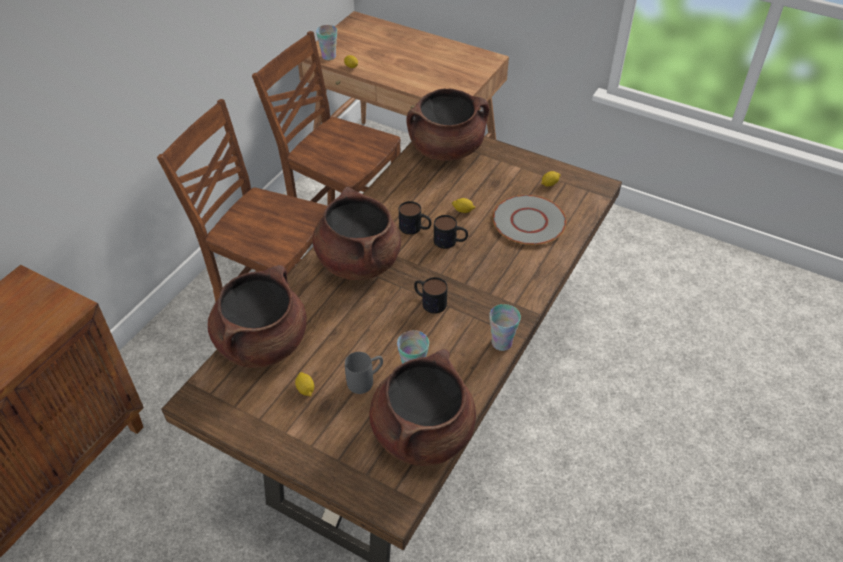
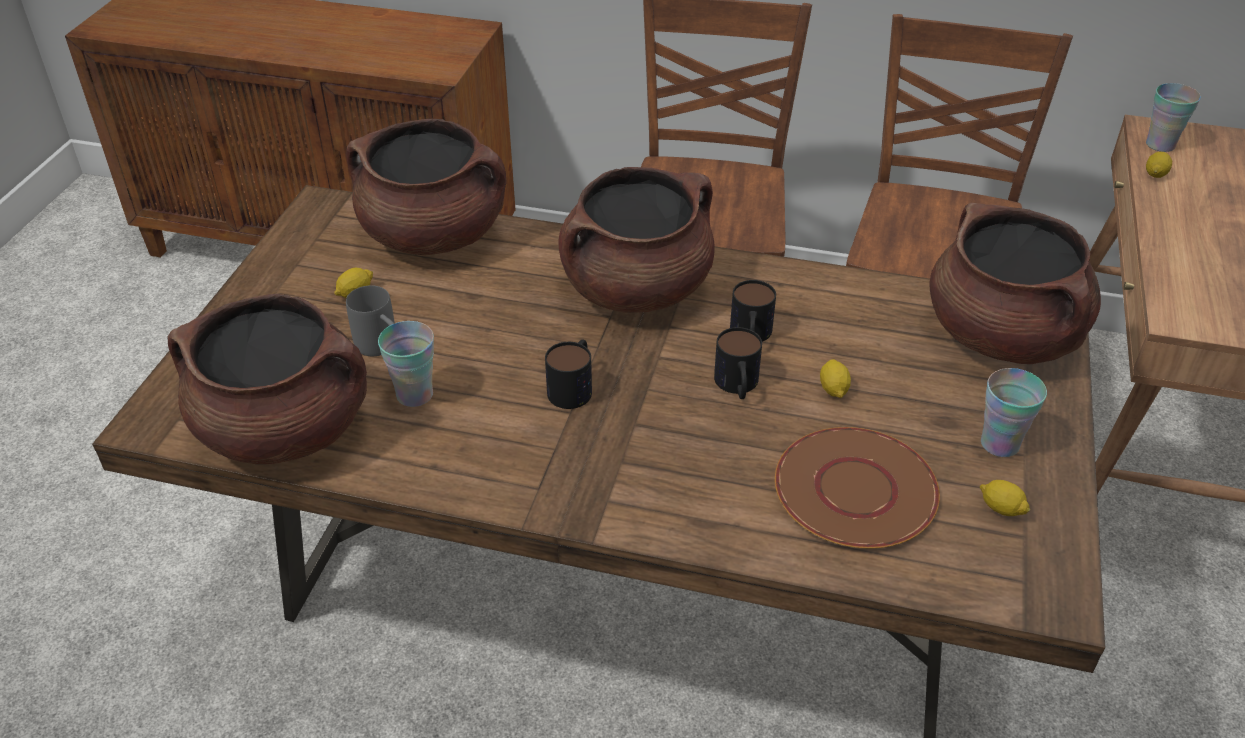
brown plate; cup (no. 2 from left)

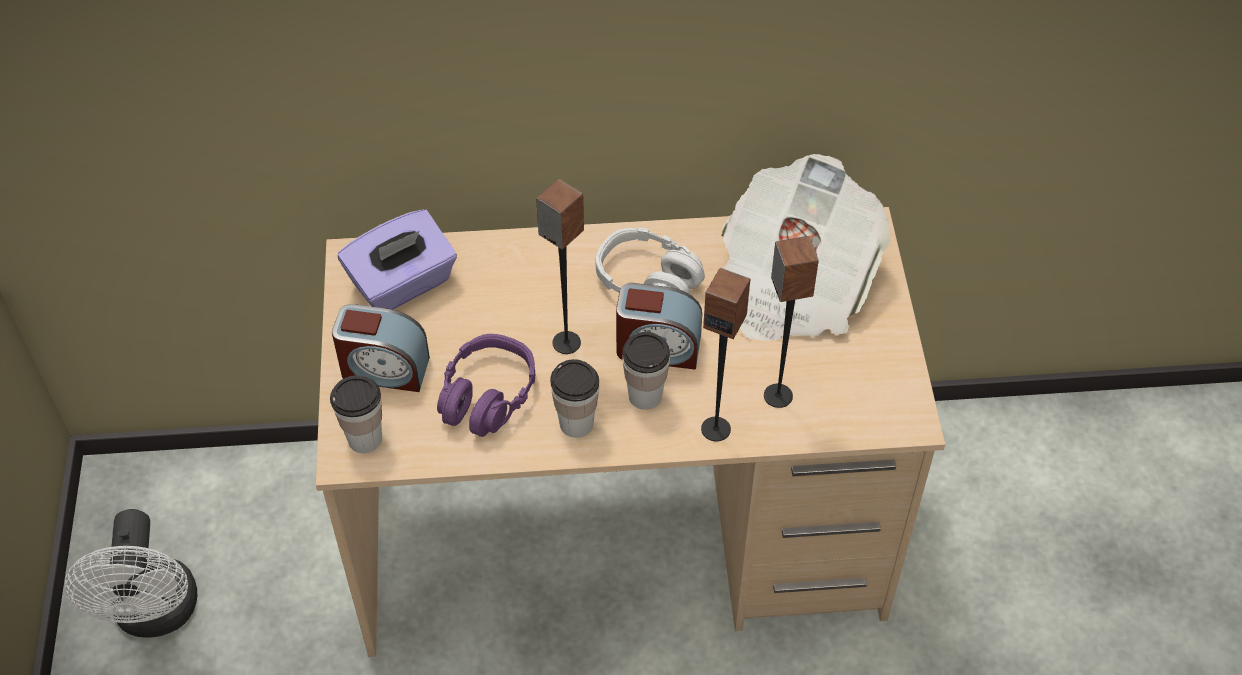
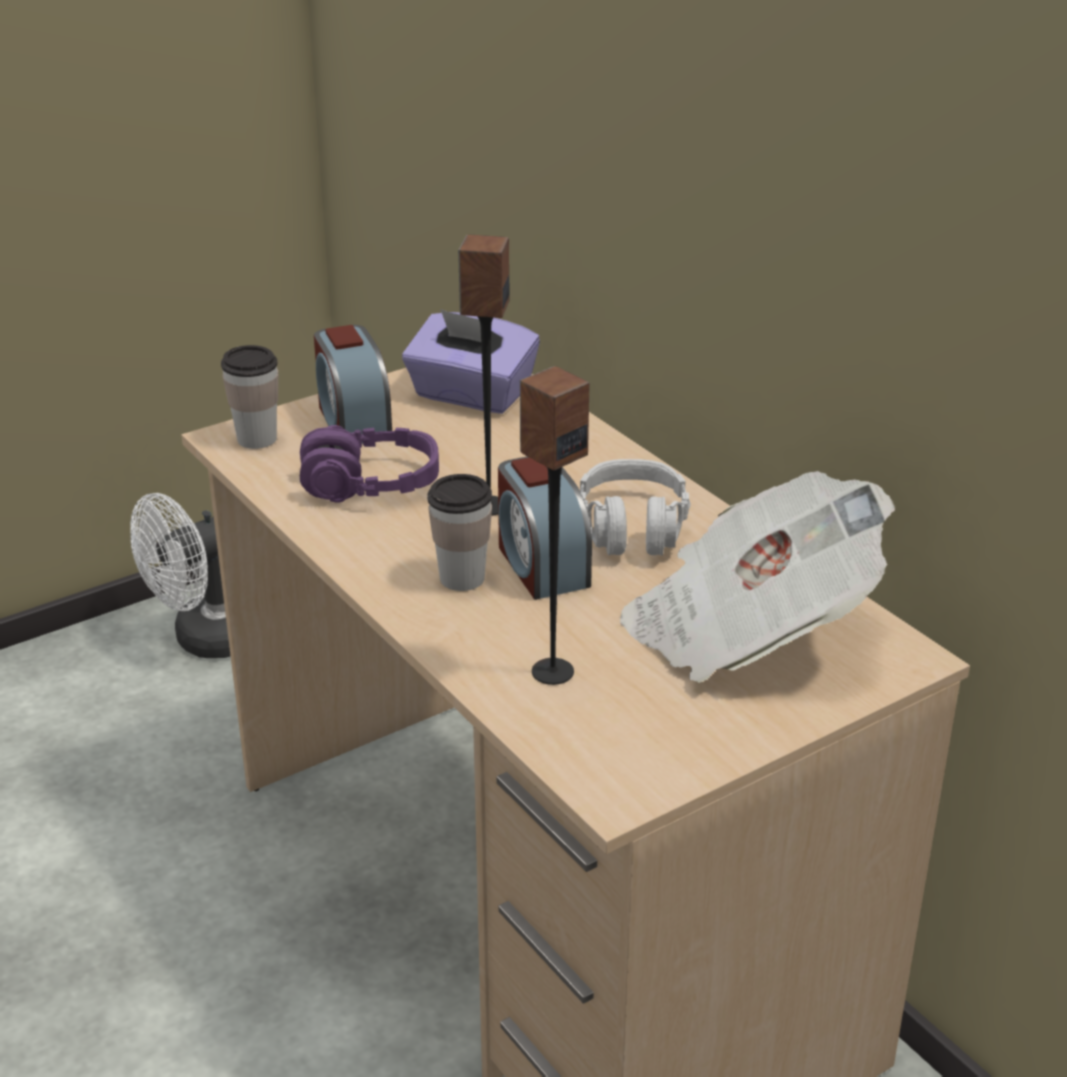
cup (no. 2 from left in the first image); speaker (no. 2 from left in the first image)

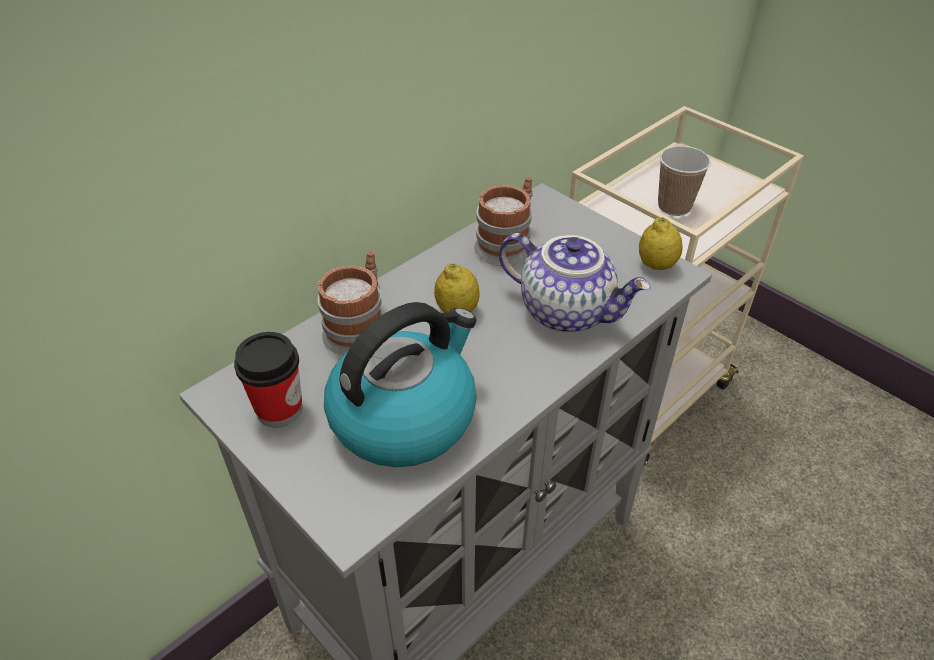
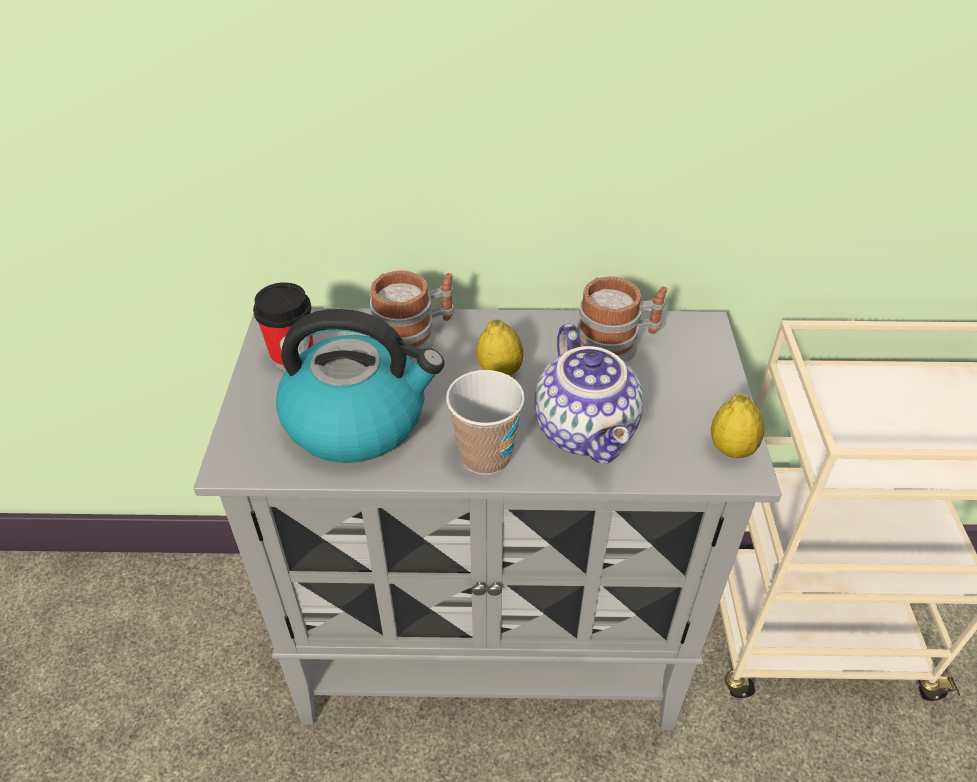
cup (no. 2 from left)

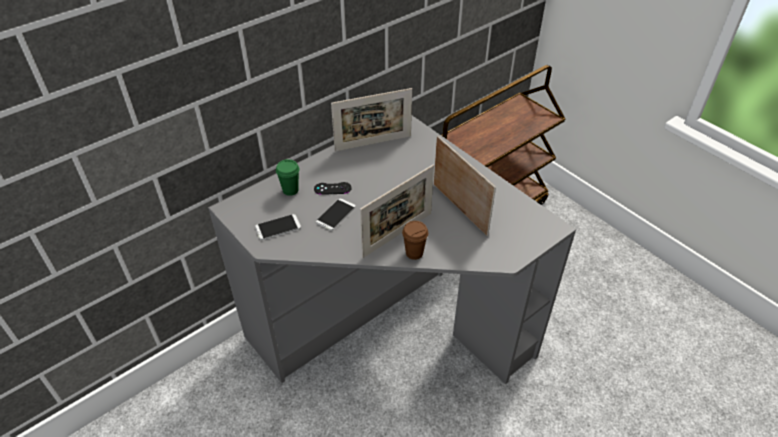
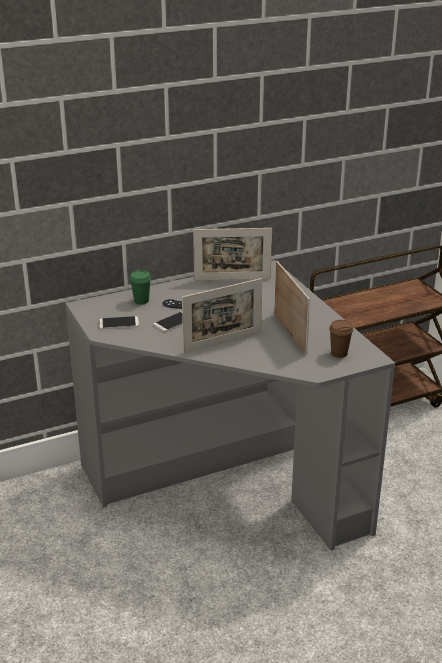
brown cup

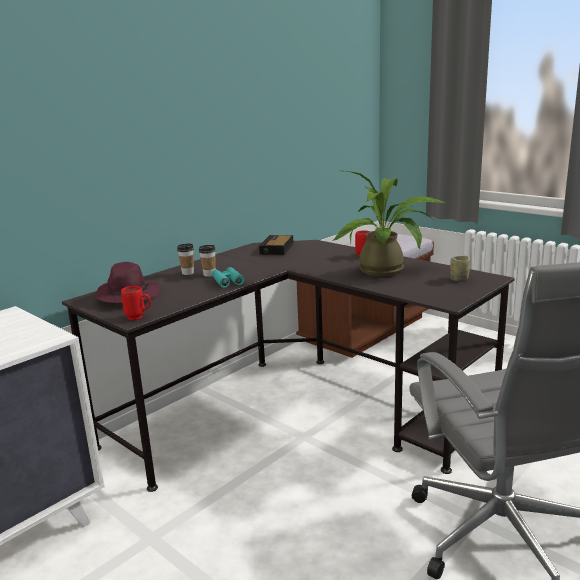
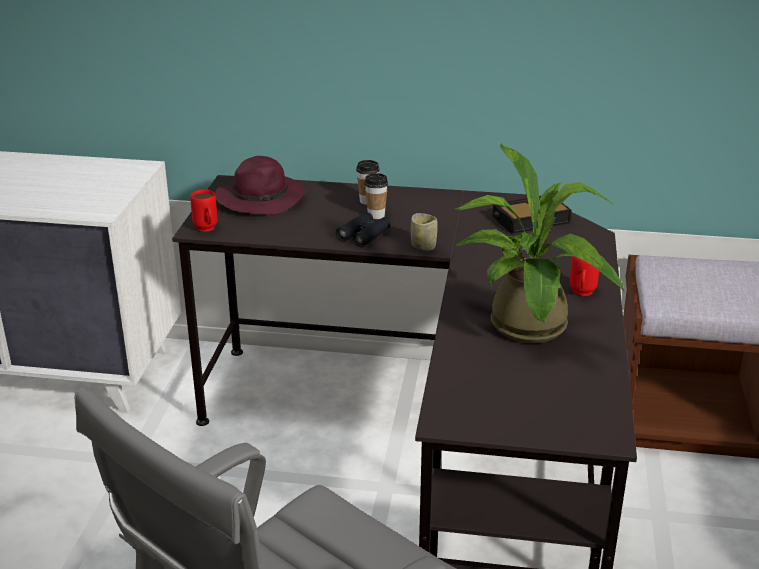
black binoculars; cup (no. 3 from left)

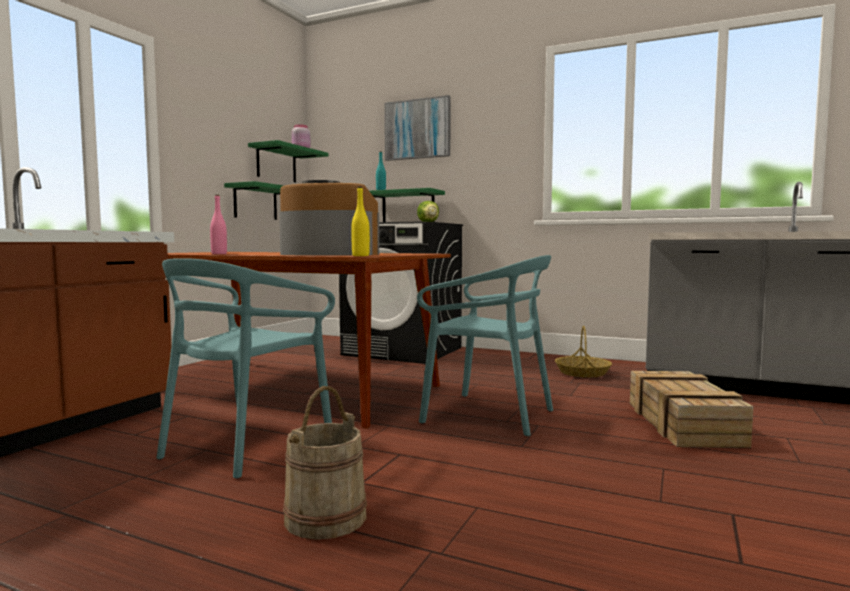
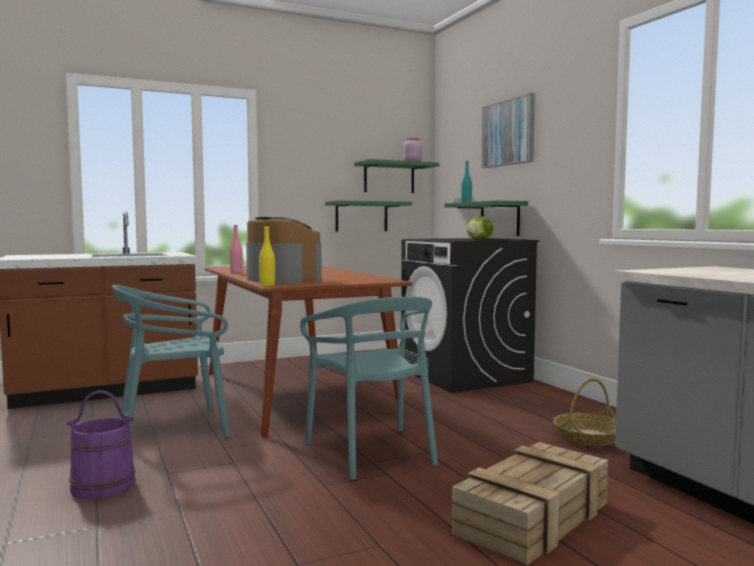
purple bucket

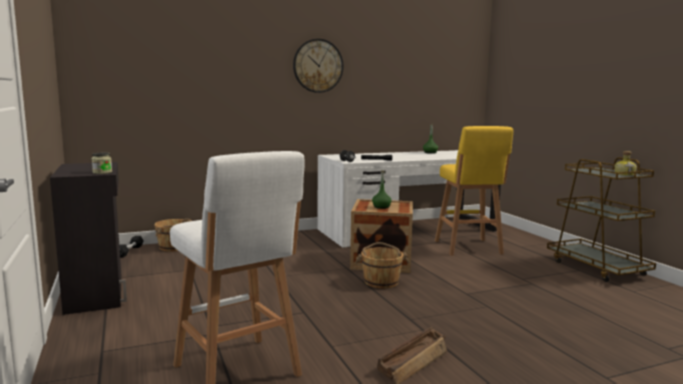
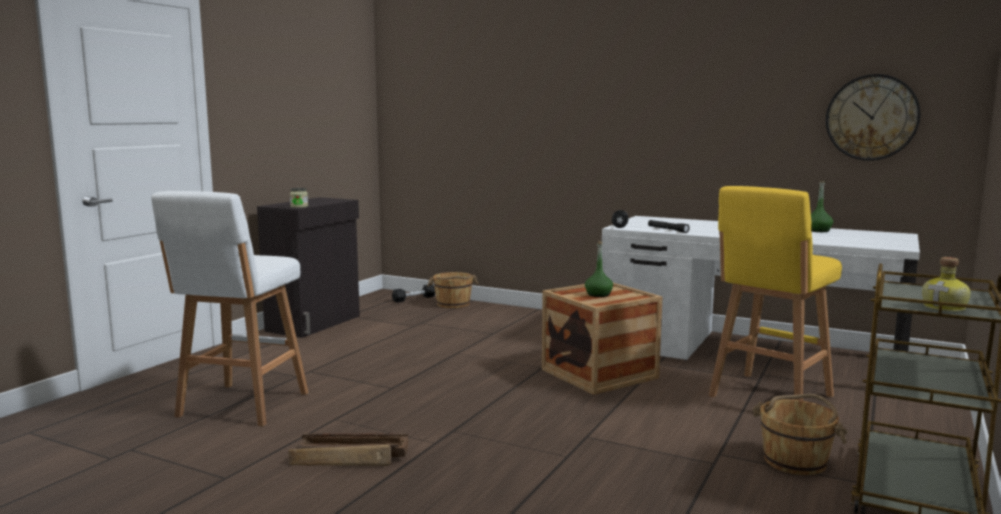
brown bucket (no. 2 from left); wall clock

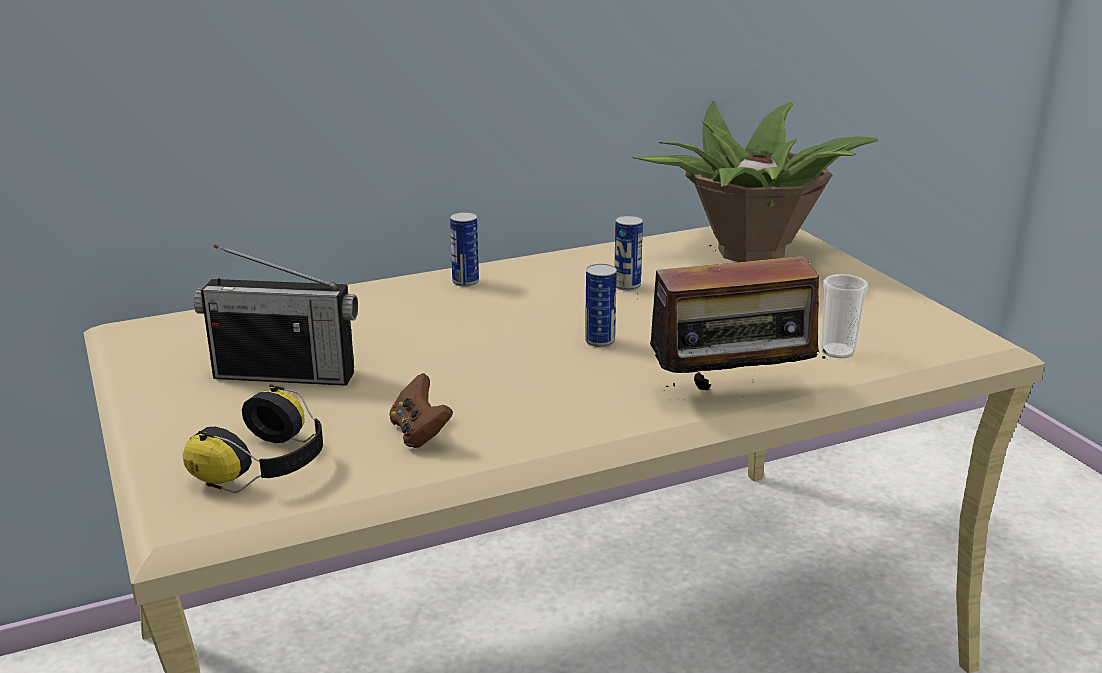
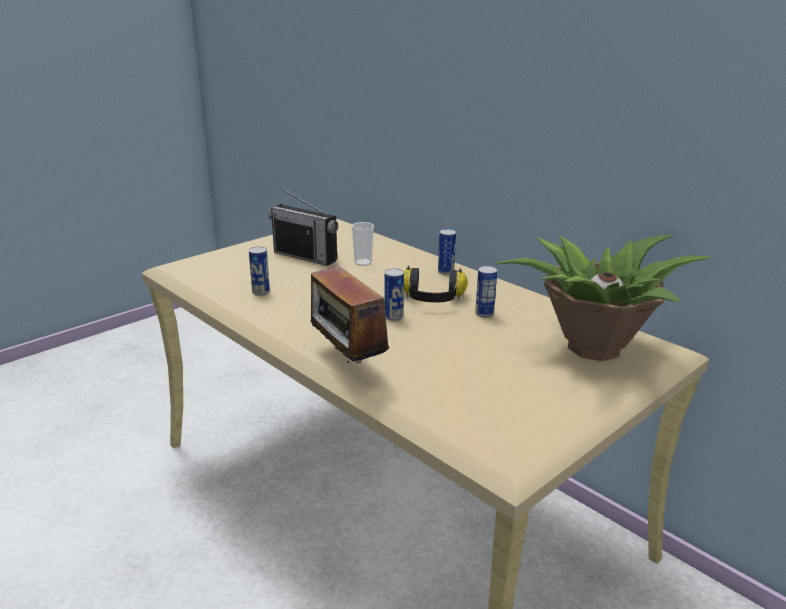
can (no. 1 from left); radio (no. 1 from left); cup; headphones

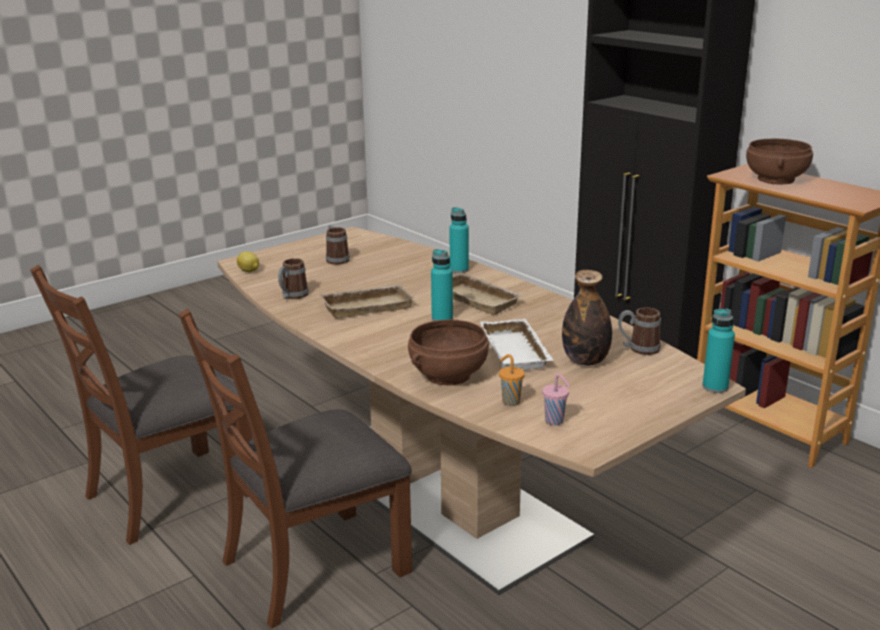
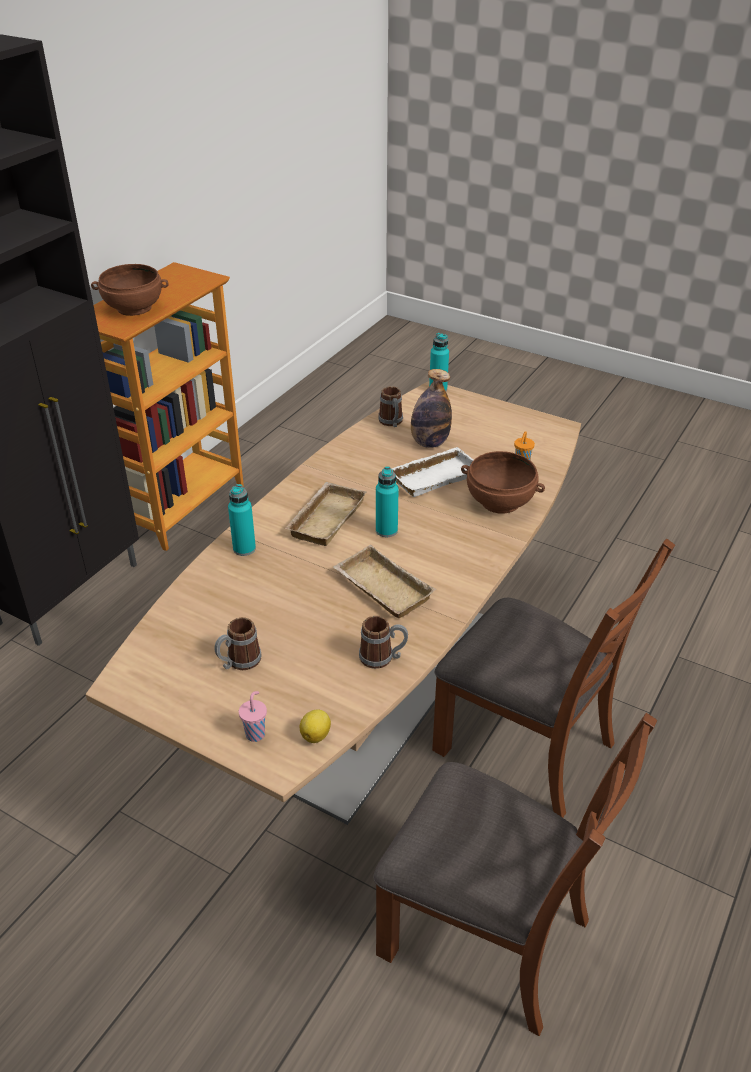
pink cup

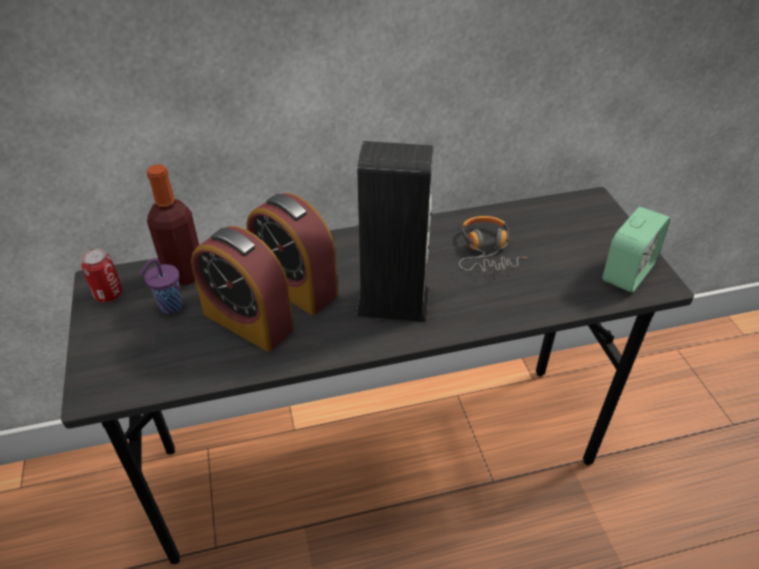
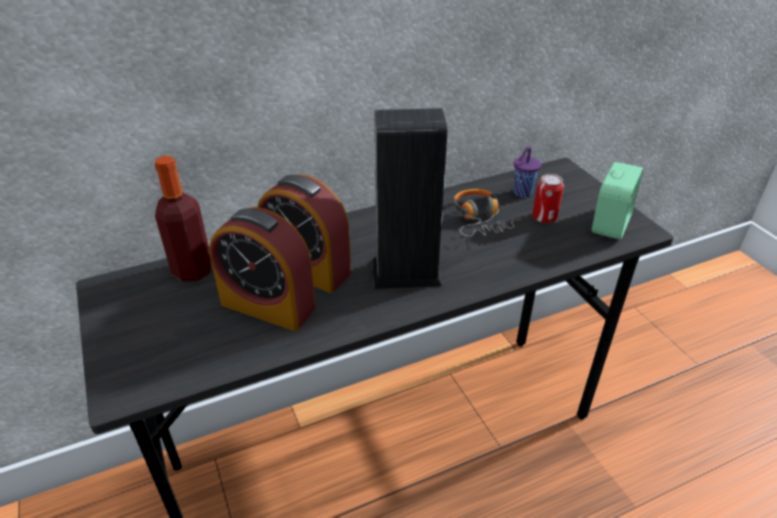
purple cup; can

